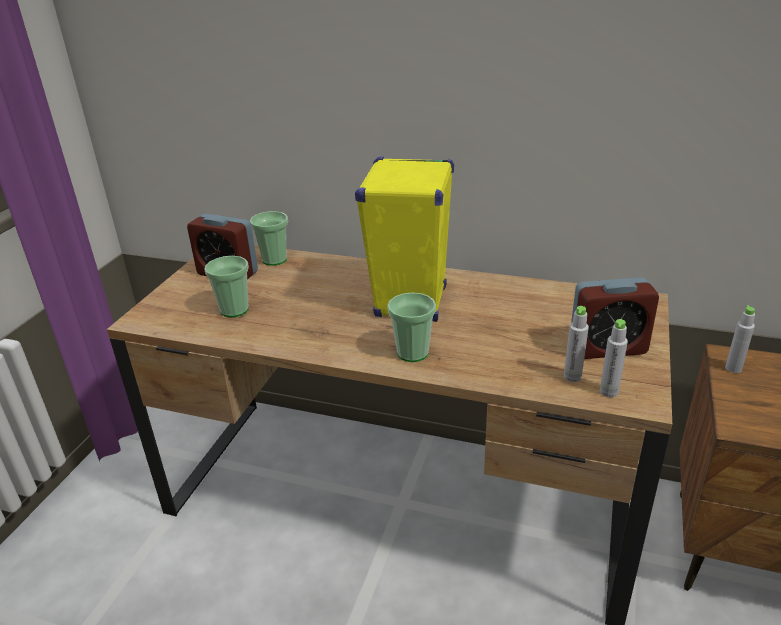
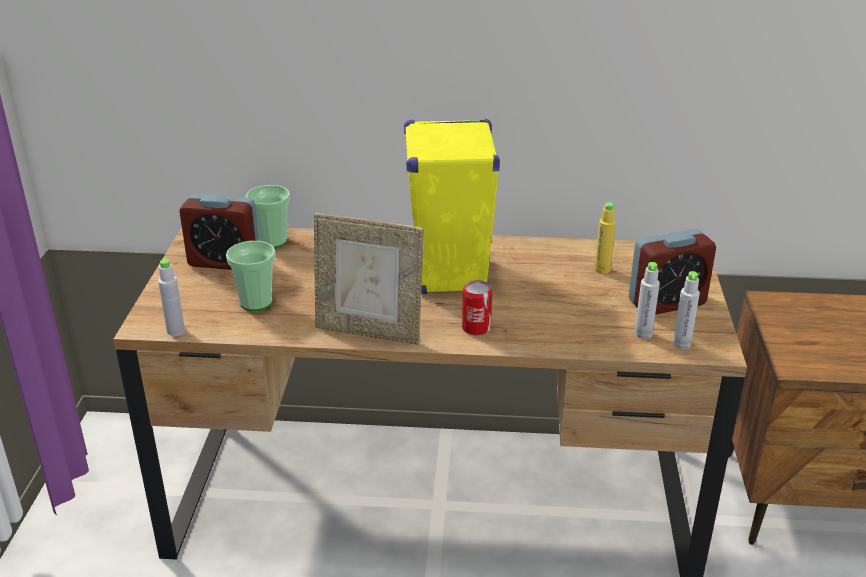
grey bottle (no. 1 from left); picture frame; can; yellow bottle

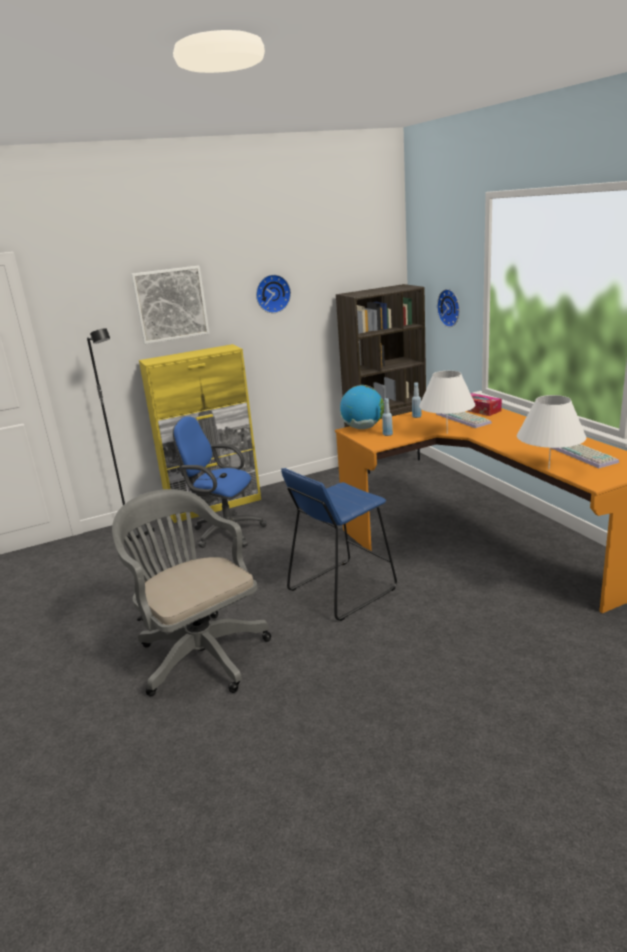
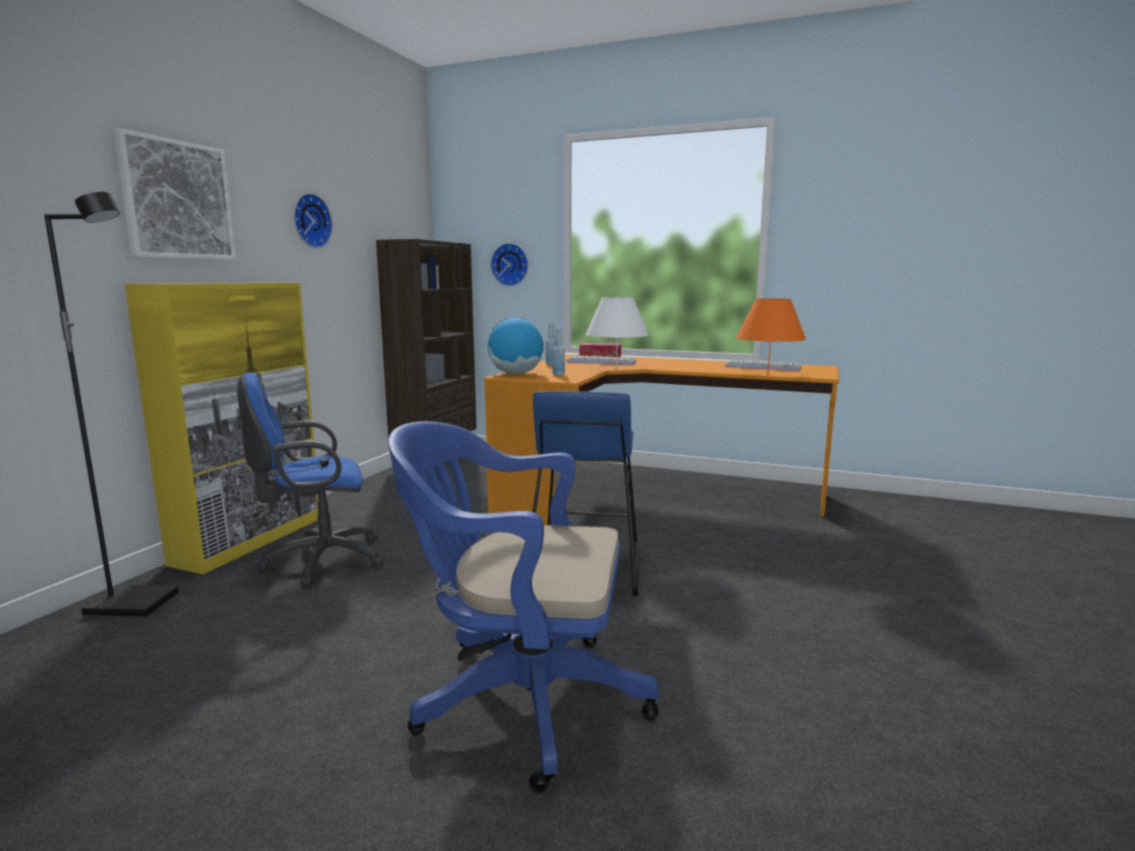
blue office chair (no. 2 from left); orange table lamp

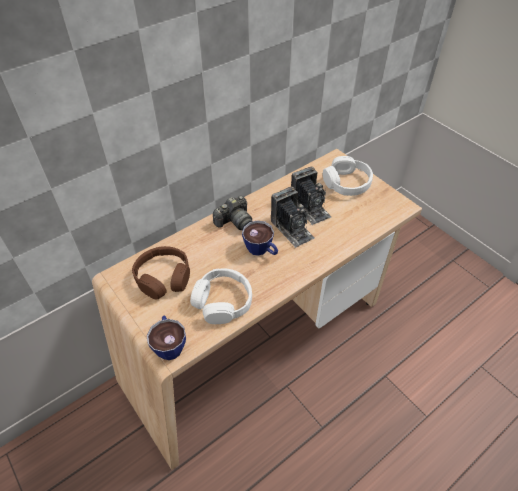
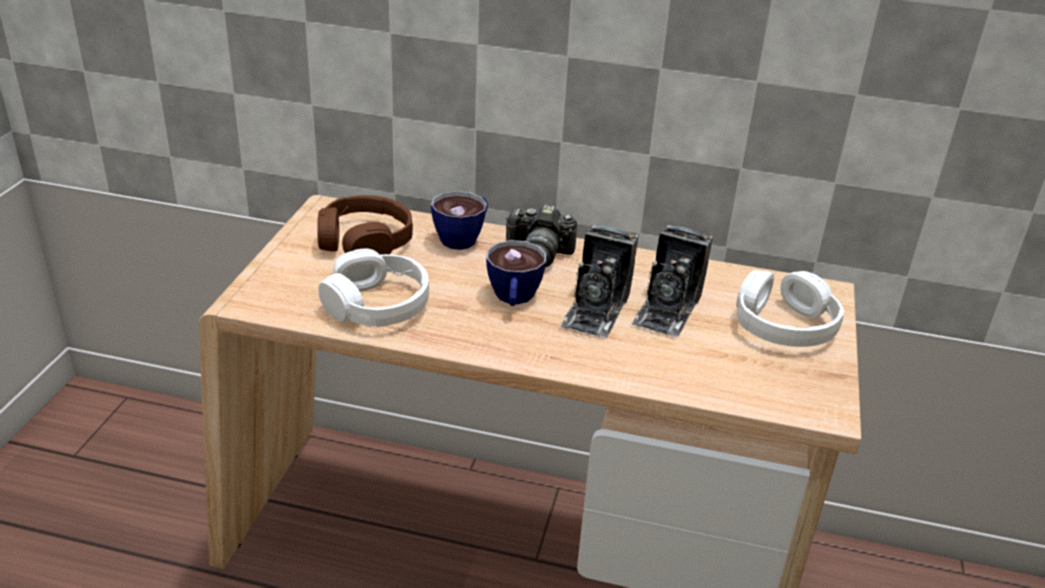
cup (no. 1 from left)

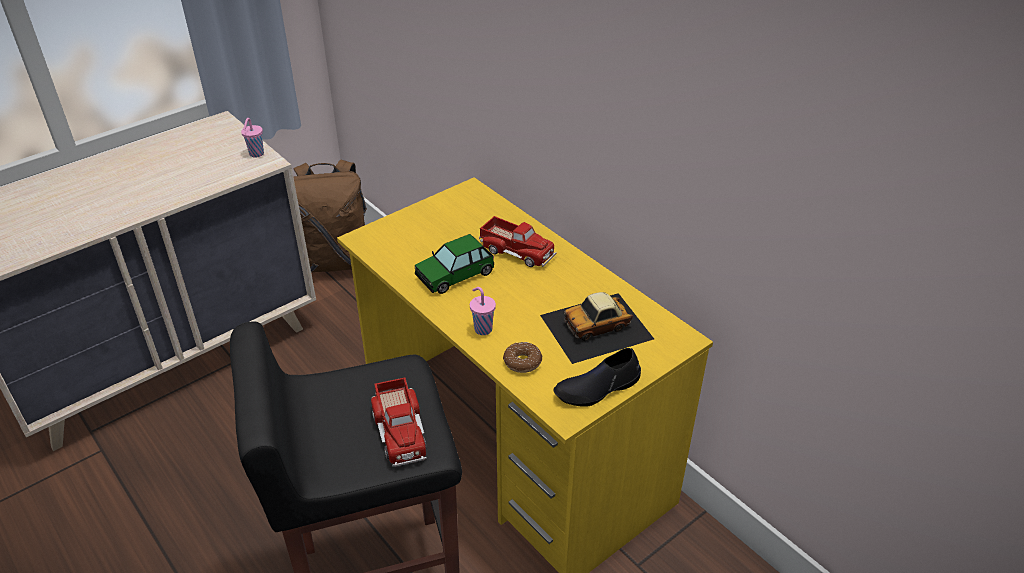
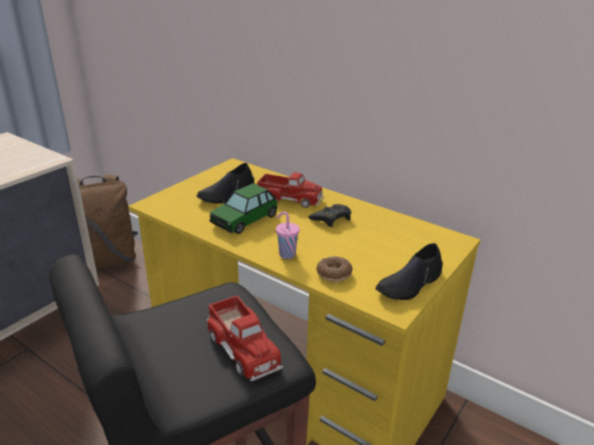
black shoe (no. 1 from left); black game controller; pink cup (no. 1 from left in the first image); toy car (no. 2 from left in the first image)

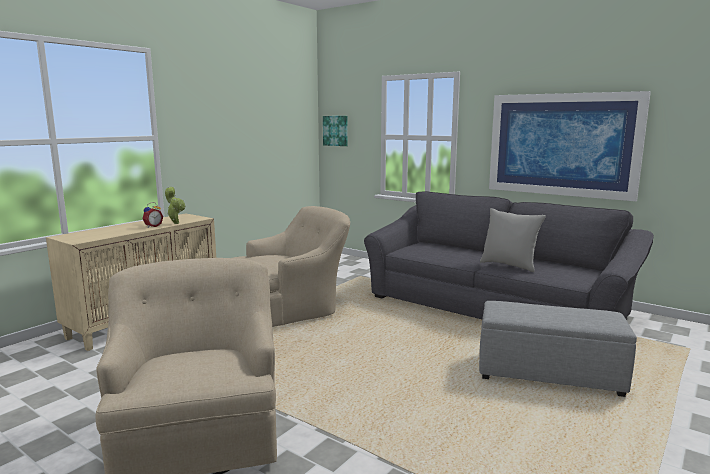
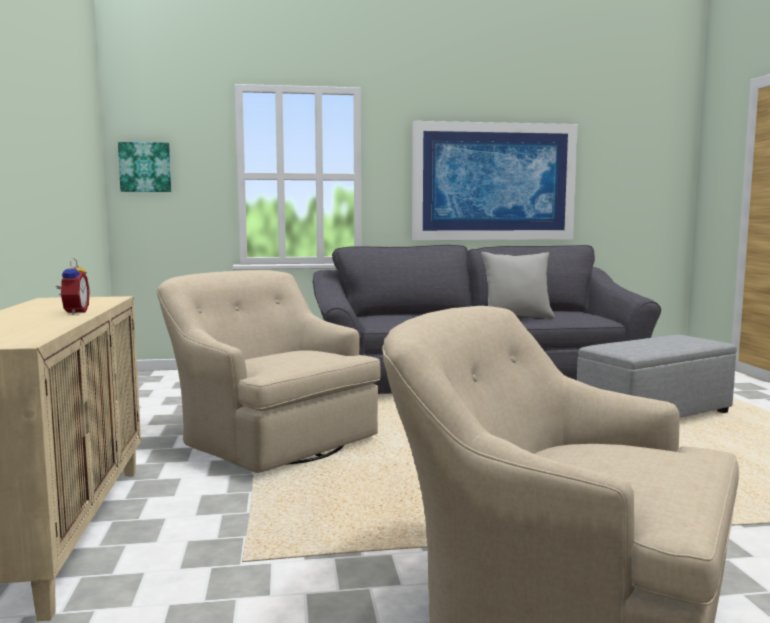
beige armchair (no. 1 from left); potted plant

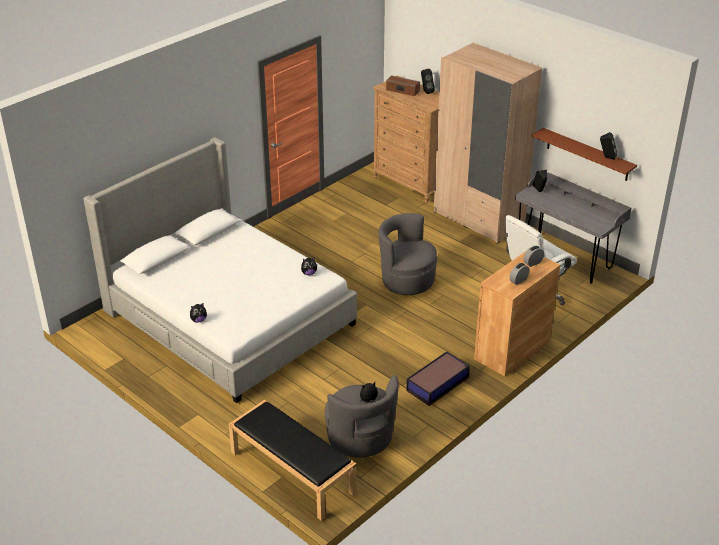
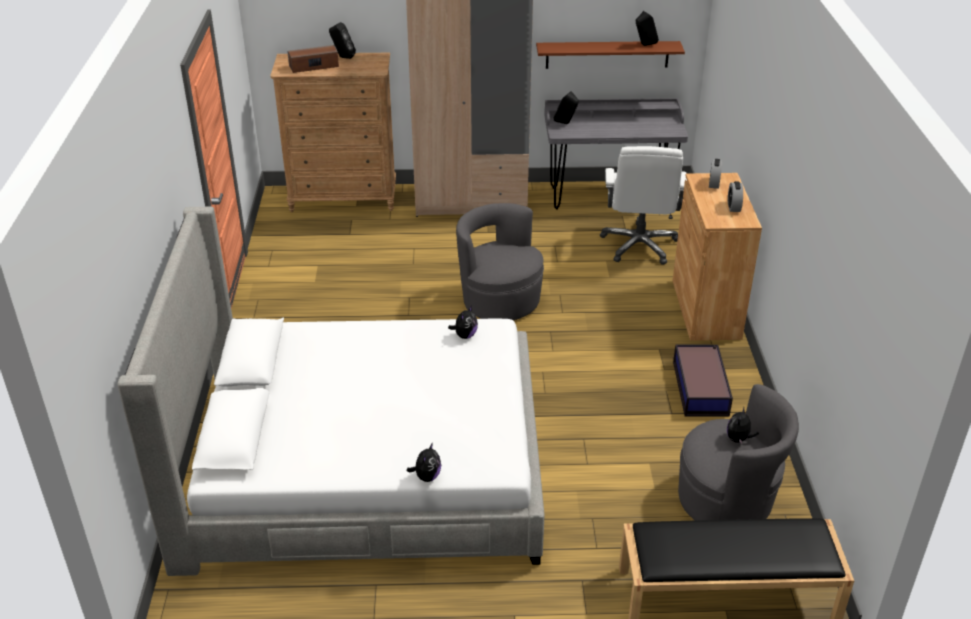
grey armchair (no. 1 from left)

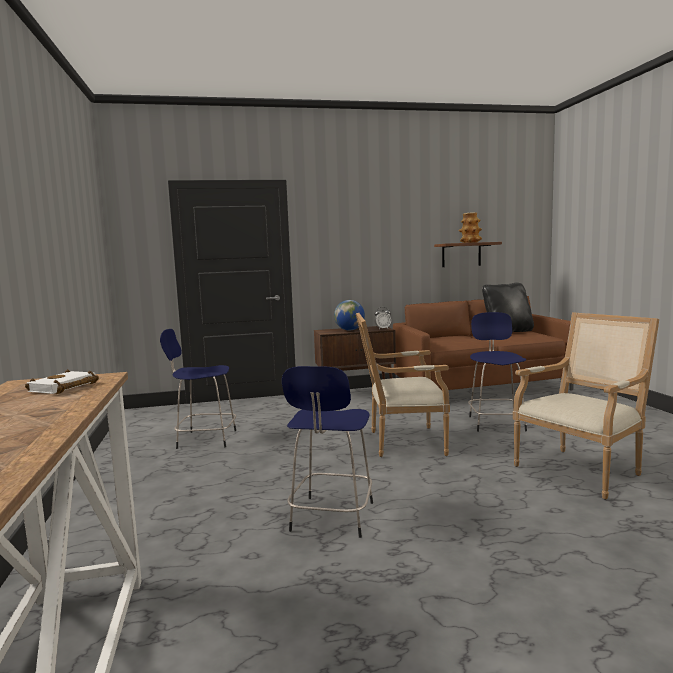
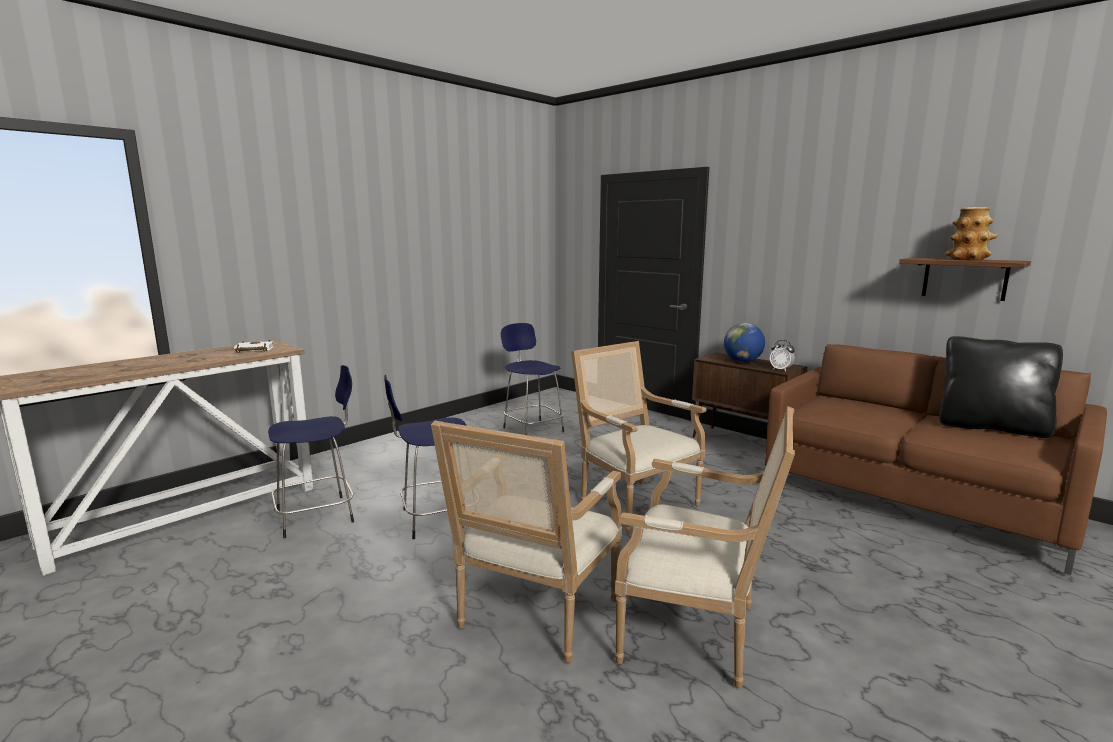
blue stool (no. 1 from left); armchair (no. 1 from left)

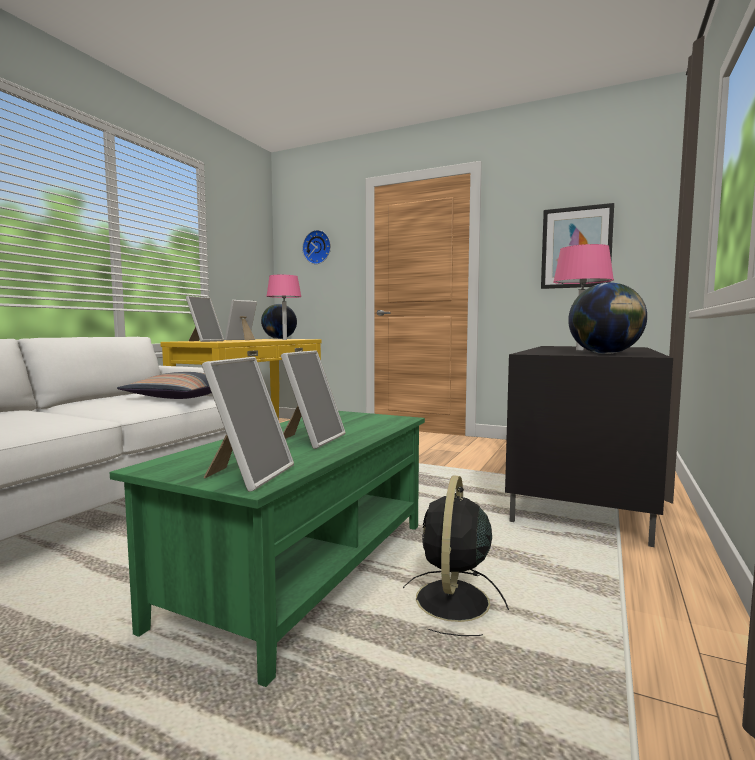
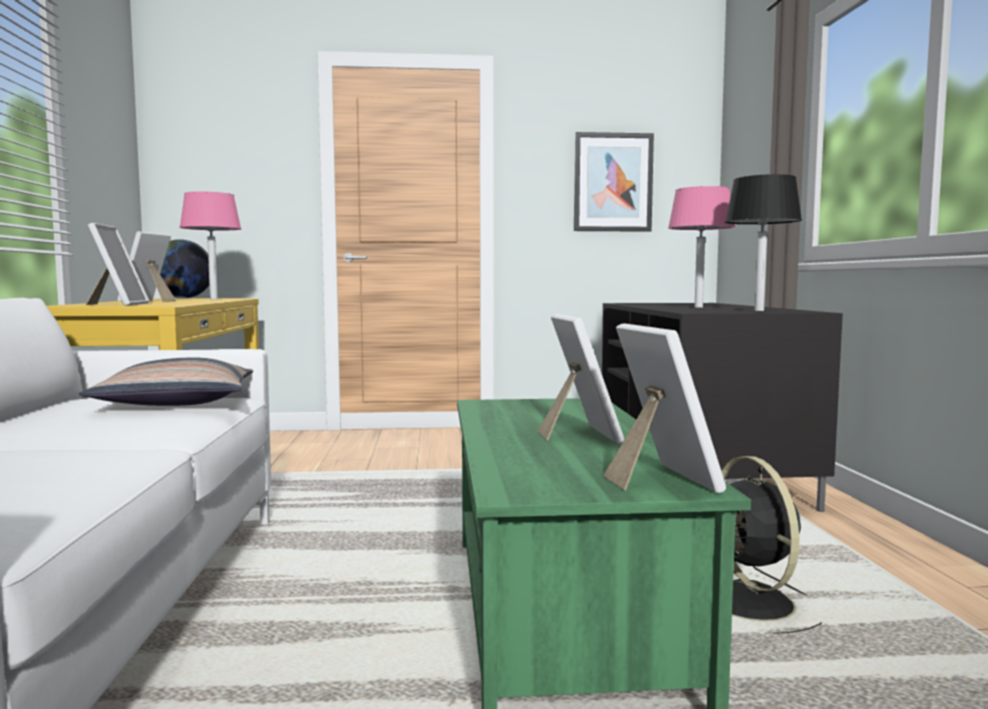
black table lamp; wall clock

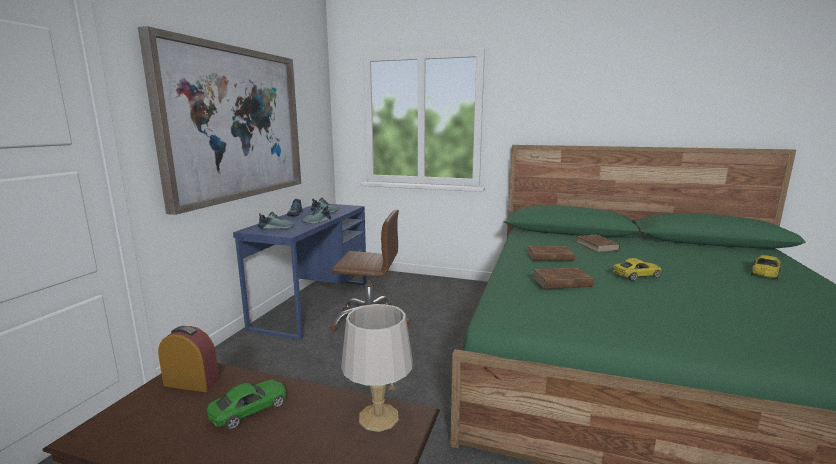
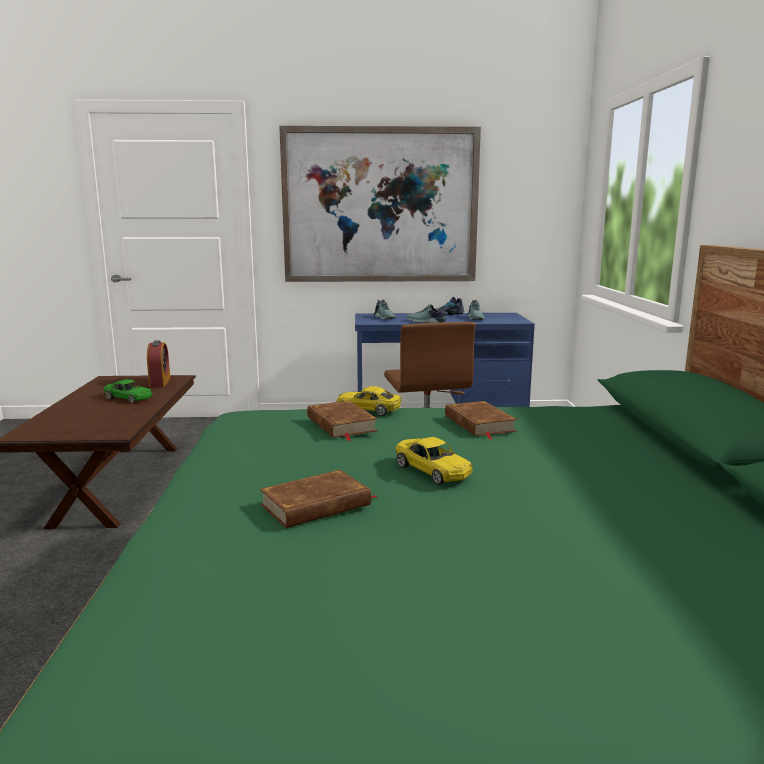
brown book (no. 1 from left); yellow toy car (no. 1 from left); grey table lamp

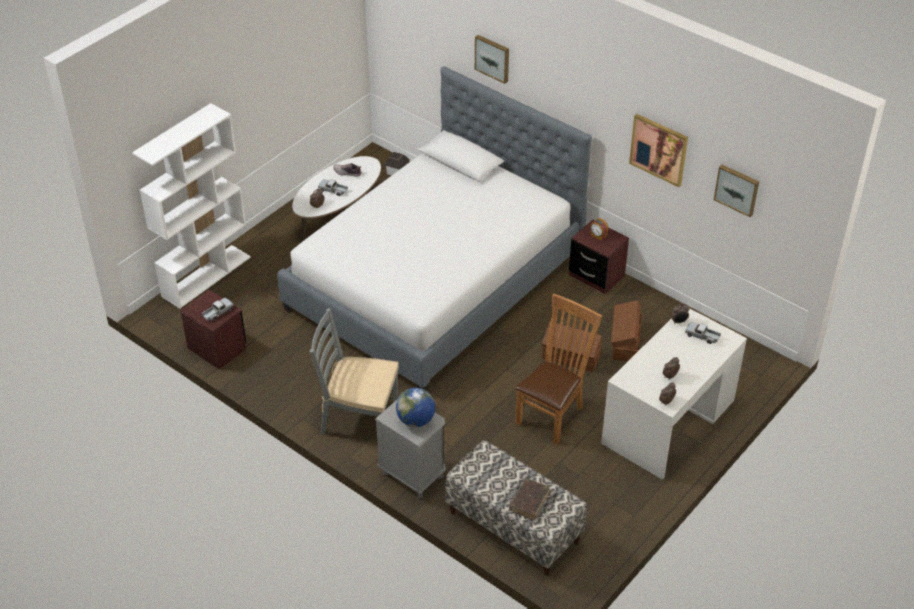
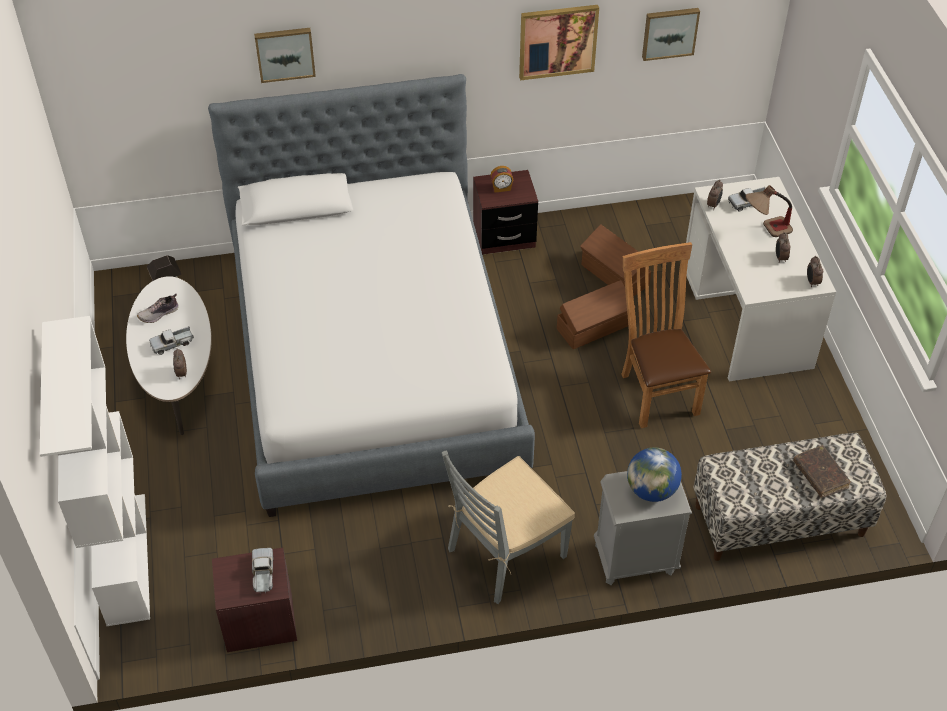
table lamp

